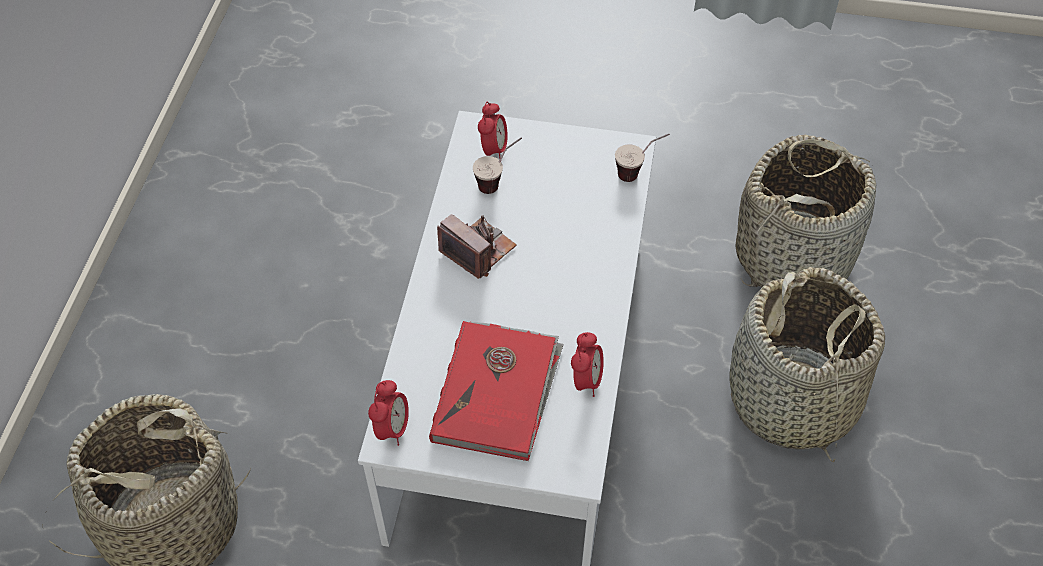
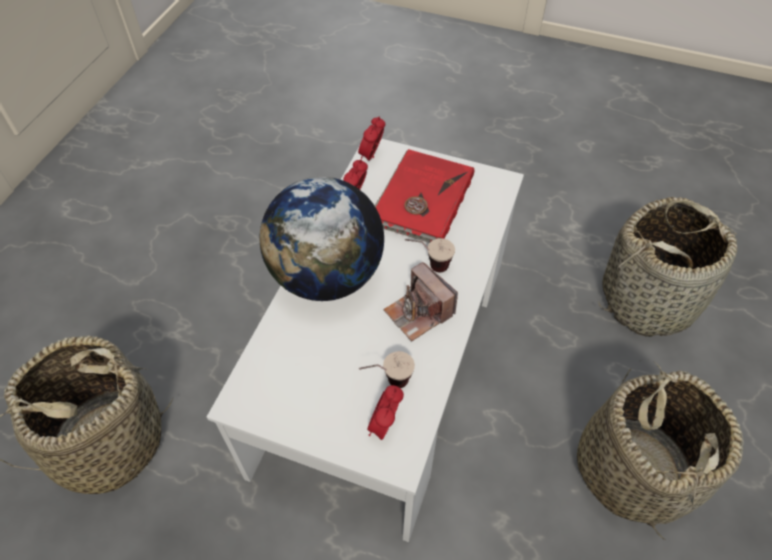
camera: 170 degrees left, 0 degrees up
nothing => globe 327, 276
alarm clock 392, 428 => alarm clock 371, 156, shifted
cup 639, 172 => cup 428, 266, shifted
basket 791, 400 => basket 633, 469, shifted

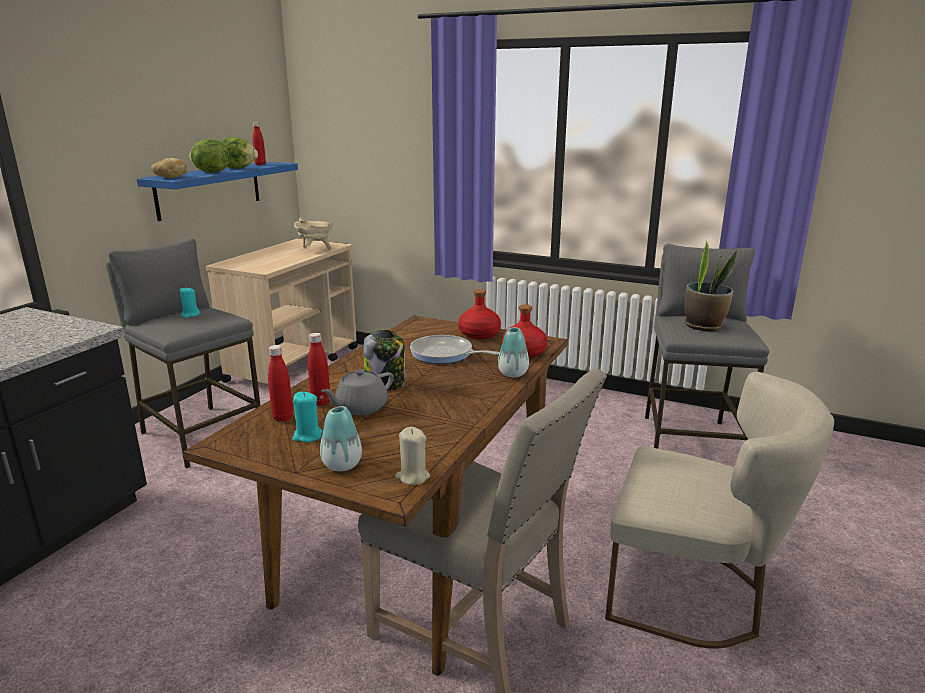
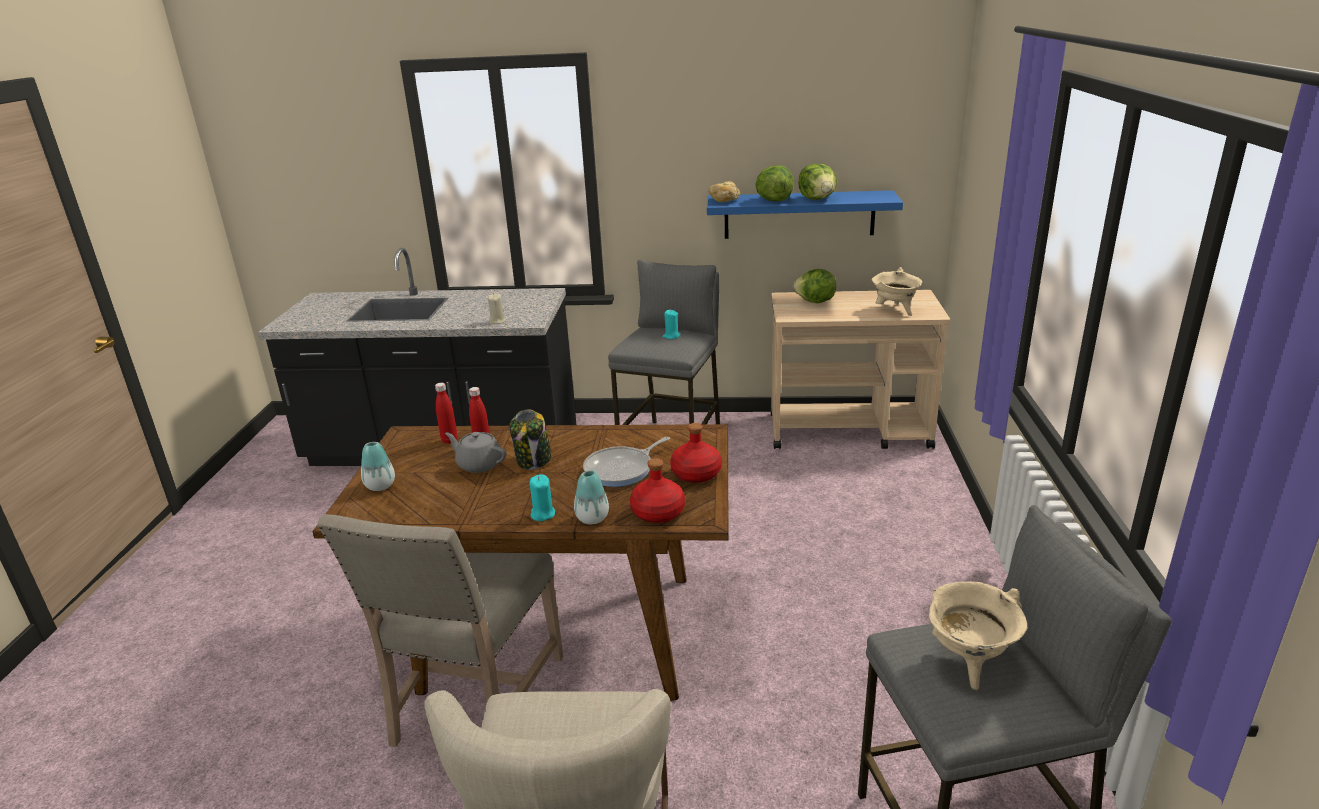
camera: 70 degrees right, 5 degrees up
bottle in red 260, 164 => nothing
nothing => lettuce 815, 302
candle in turquoise 307, 436 => candle in turquoise 542, 514, shifted
candle in beige 412, 477 => candle in beige 497, 321, shifted
potted plant 703, 326 => cooking pot in beige 968, 662
frying pan 444, 354 => frying pan 622, 469, 135 degrees counterclockwise

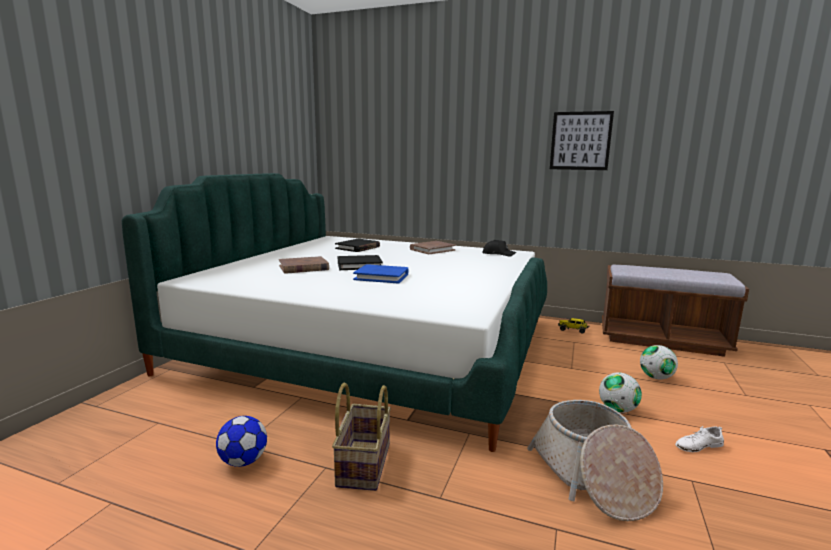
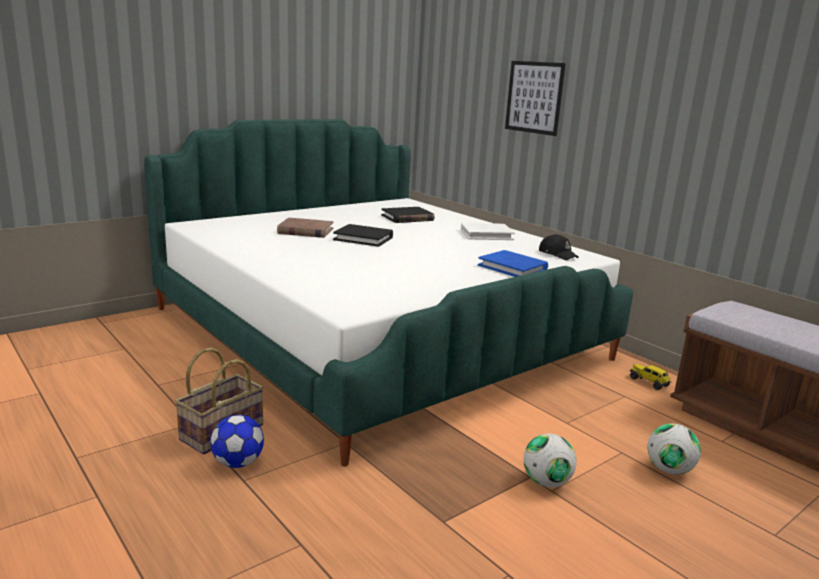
camera: 30 degrees right, 5 degrees up
basket 592, 477 => nothing
shoe in white 698, 446 => nothing
football 243, 461 => football 238, 463, shifted
book in blue 381, 277 => book in blue 513, 267, shifted
picture 580, 141 => picture 534, 97, shifted
book in brown 432, 250 => book in white 486, 234

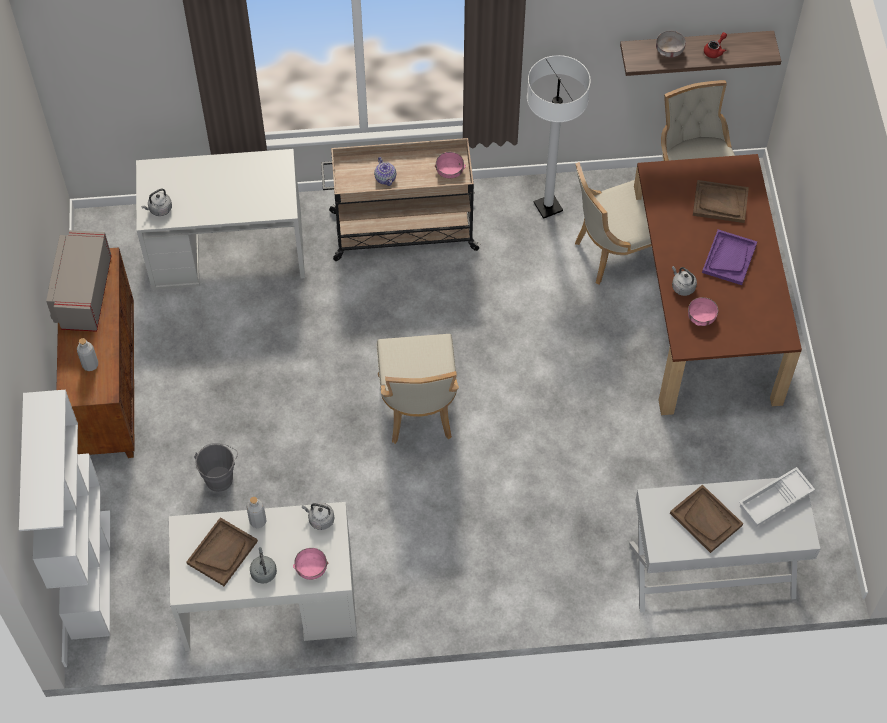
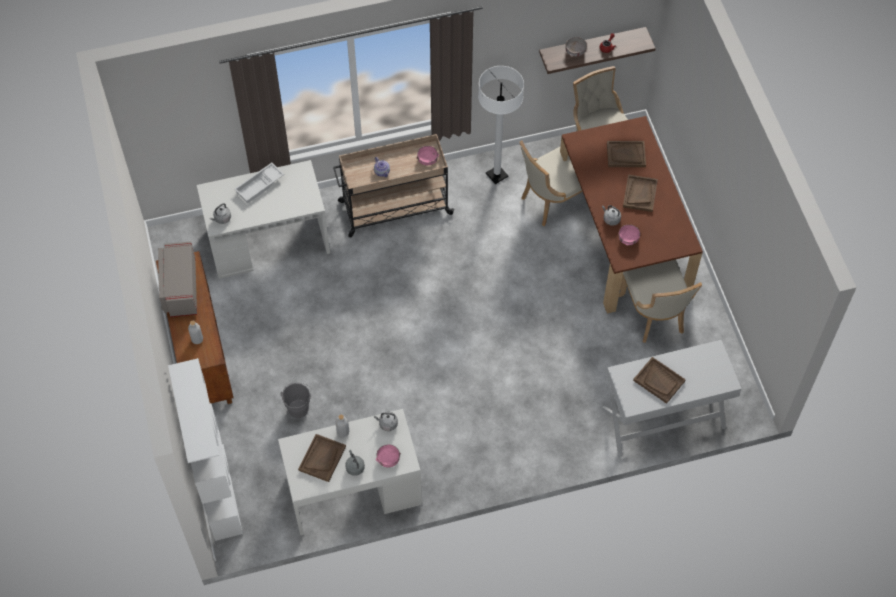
camera: 10 degrees left, 0 degrees up
chair in beige 418, 409 => chair in beige 654, 315, shifted
tray in white 775, 501 => tray in white 260, 186, shifted
tray in purple 729, 258 => tray in brown 640, 194

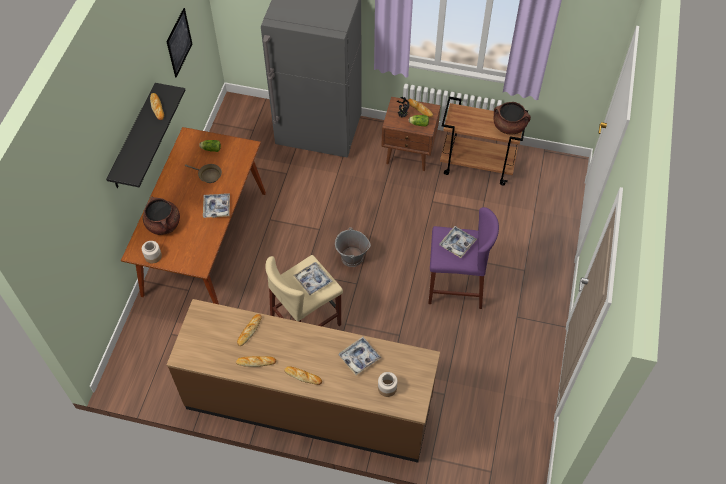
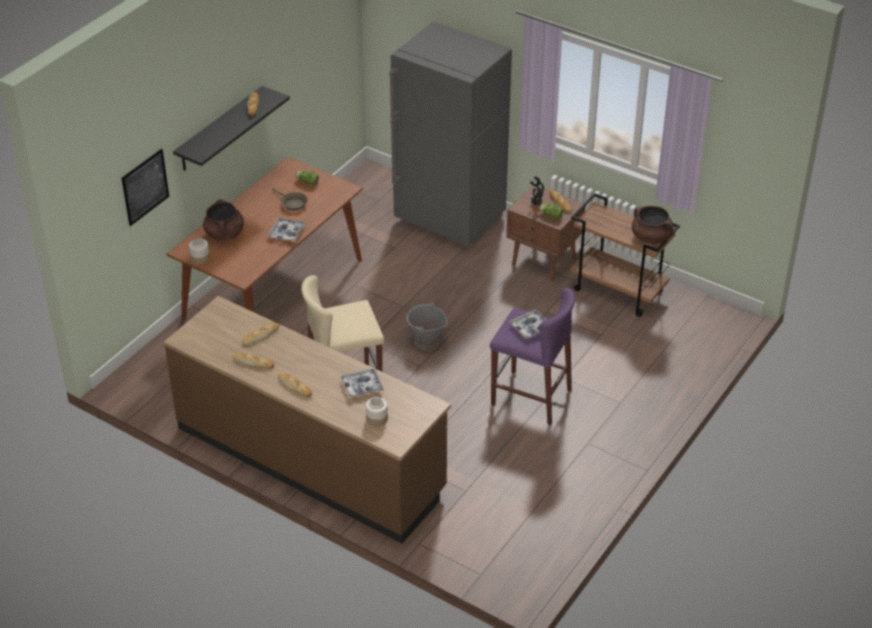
camera: 20 degrees right, 15 degrees down
tray 313, 280 => nothing
picture 179, 42 => picture 145, 187, shifted

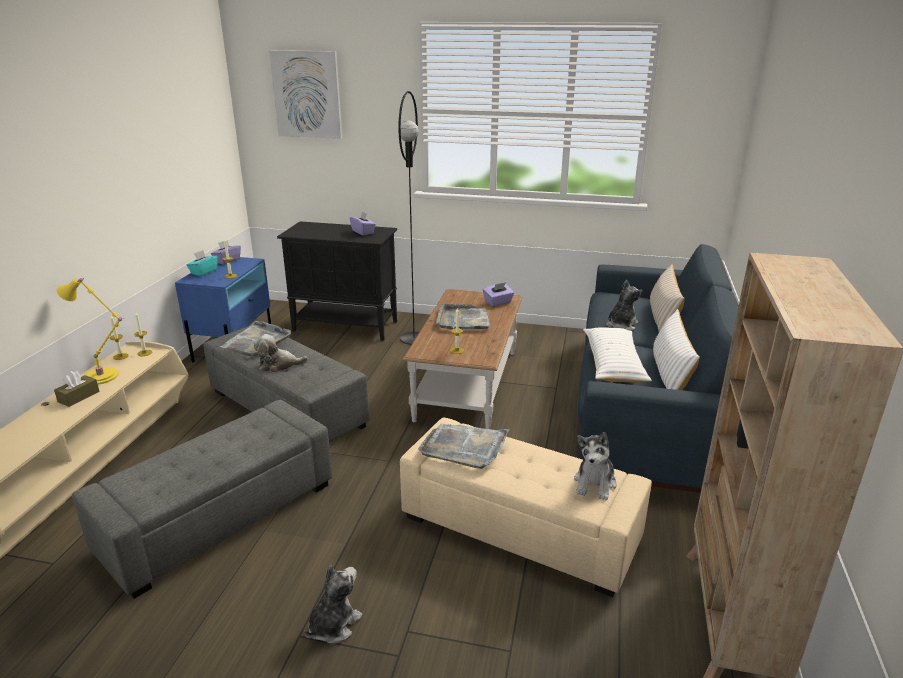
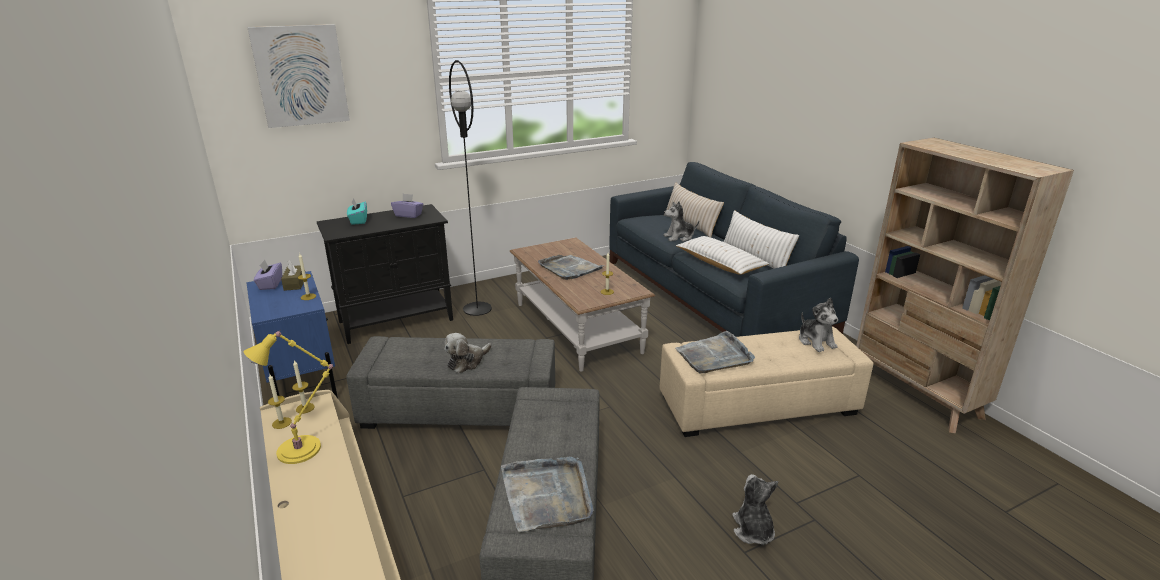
camera: 40 degrees left, 0 degrees up
tissue box in purple 498, 302 => nothing
tissue box in brown 78, 397 => tissue box in brown 295, 283, shifted
tissue box in turquoise 203, 272 => tissue box in turquoise 358, 220, shifted
tray in grey 257, 341 => tray in grey 547, 495, shifted
plush toy 621, 325 => plush toy 679, 237, 105 degrees counterclockwise

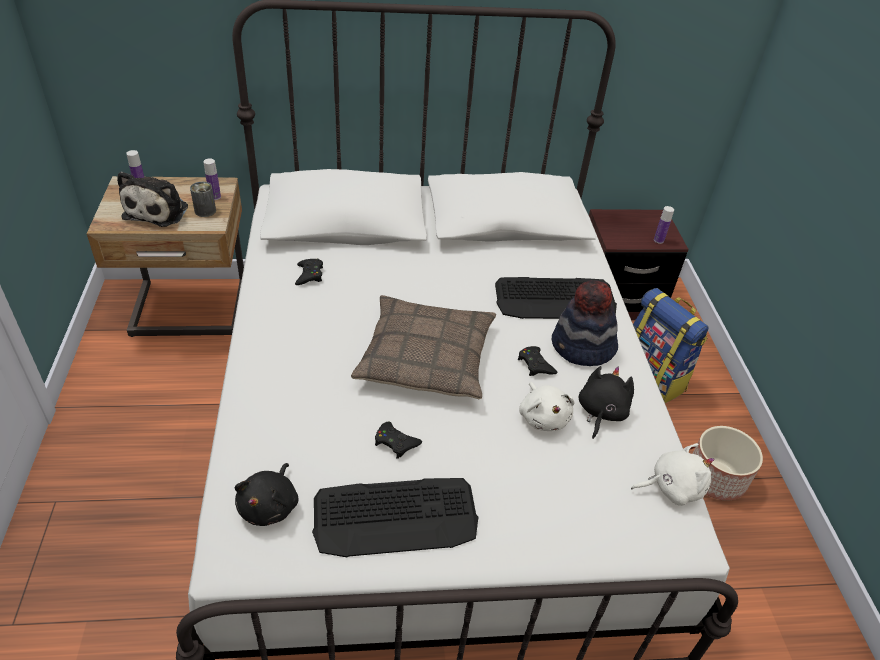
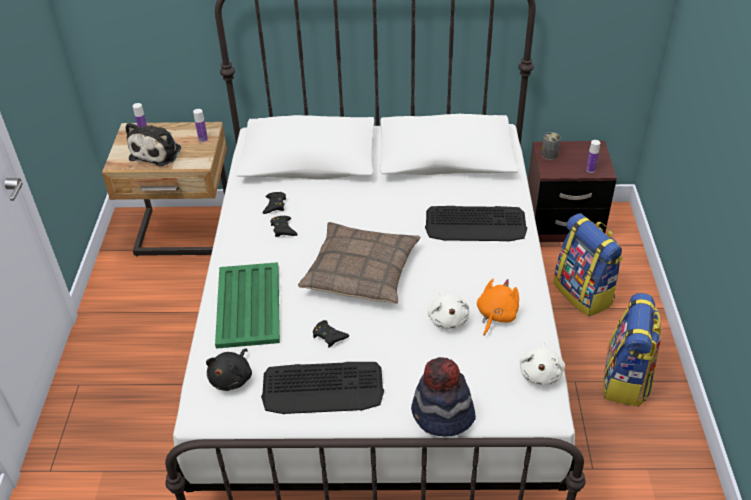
camera: 10 degrees right, 0 degrees up
nothing => tray in green 248, 306
can 205, 211 => can 549, 155, shifted
game controller in black 535, 365 => game controller in black 283, 229, shifted
hat 582, 348 => hat 442, 415, shifted
planter 716, 478 => backpack 626, 380
plush toy in black 601, 412 => plush toy in orange 495, 315
plush toy in white 671, 487 => plush toy in white 541, 373, 105 degrees clockwise

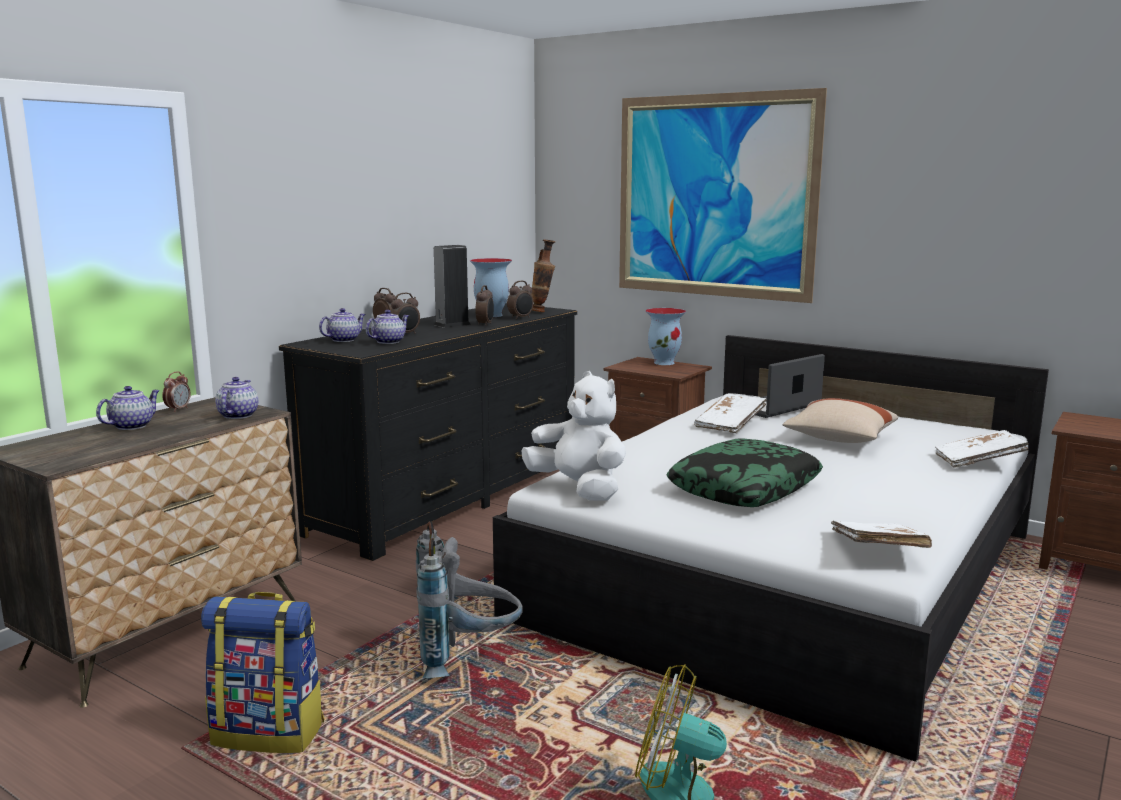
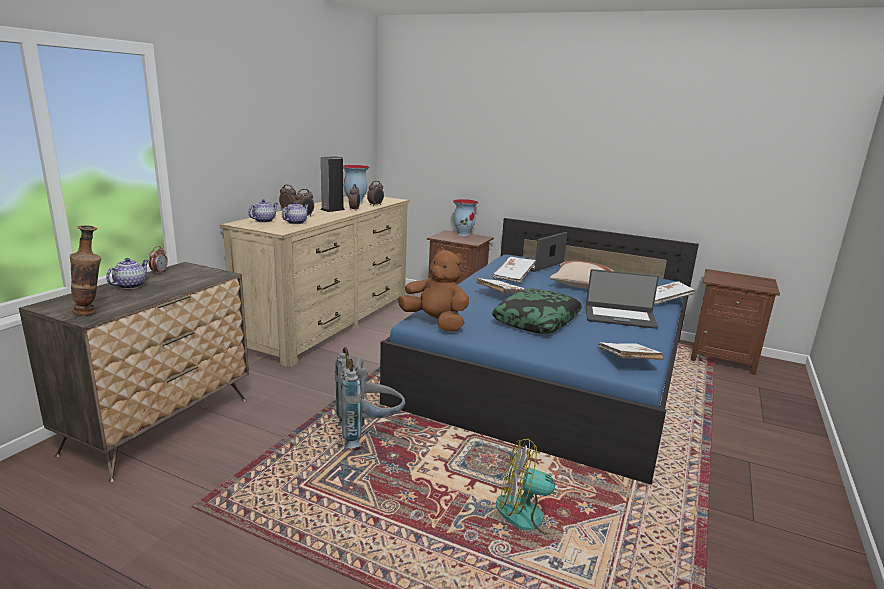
camera: 10 degrees left, 5 degrees up
backpack 270, 733 => nothing
teapot 238, 415 => nothing
picture 714, 196 => nothing
nothing => book in white 499, 294
nothing => laptop 620, 317
vase 542, 312 => vase 91, 313, shifted
dresser in black 450, 497 => dresser in beige 330, 322
bed in white 786, 574 => bed in blue 550, 368
plush toy in white 579, 489 => plush toy in brown 436, 323

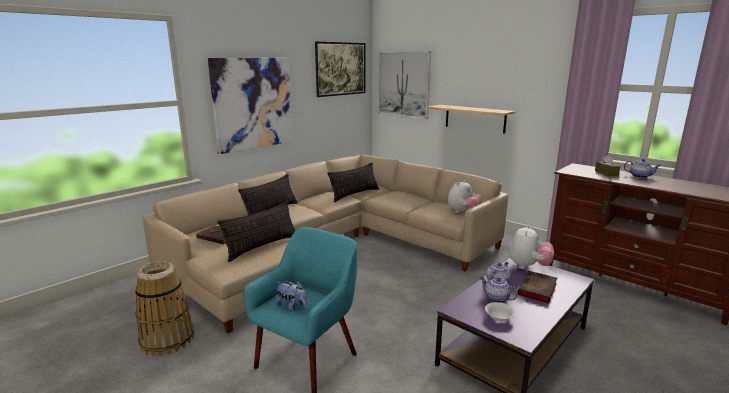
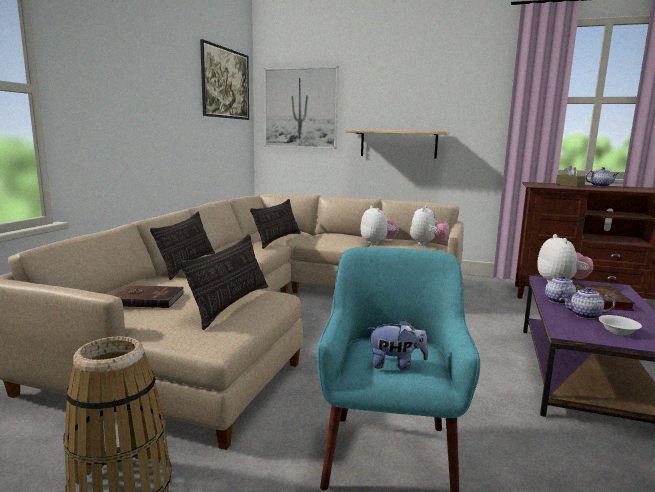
camera: 25 degrees left, 5 degrees down
picture 253, 103 => nothing
nothing => plush toy 378, 243

